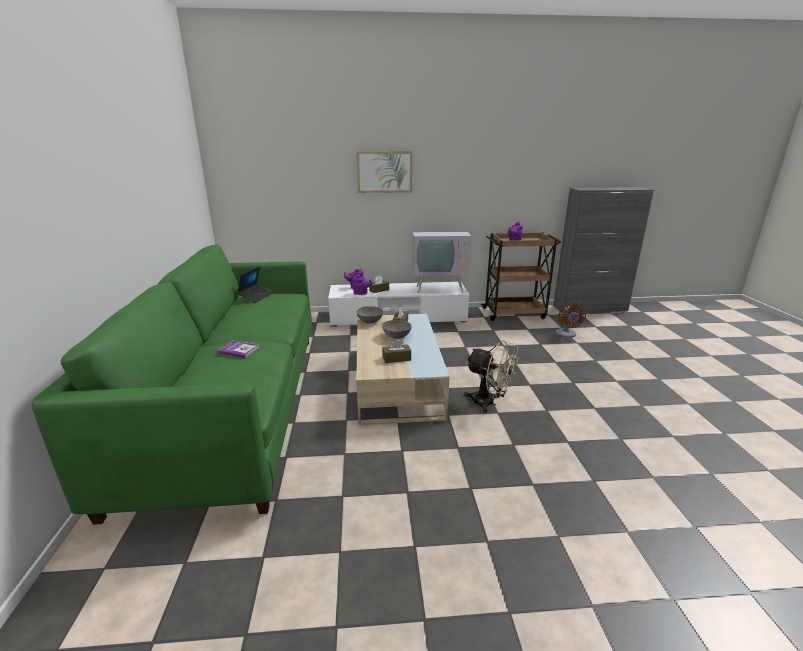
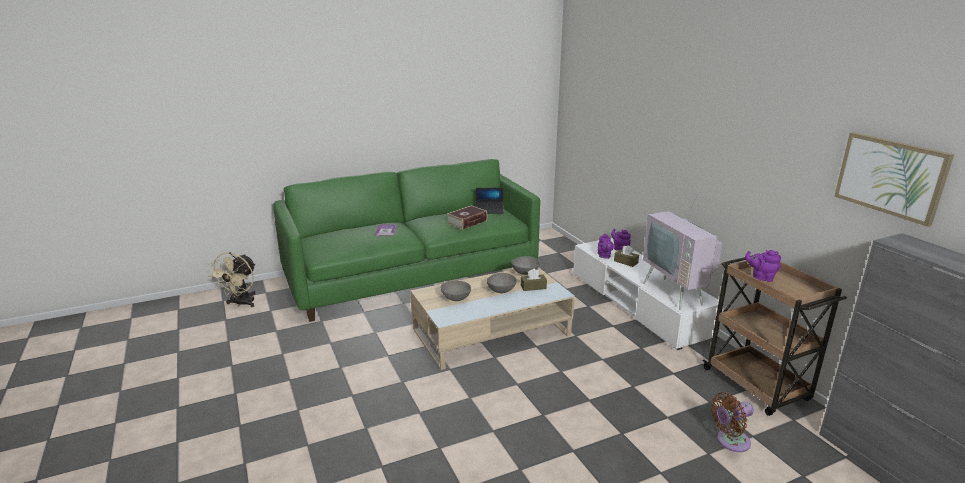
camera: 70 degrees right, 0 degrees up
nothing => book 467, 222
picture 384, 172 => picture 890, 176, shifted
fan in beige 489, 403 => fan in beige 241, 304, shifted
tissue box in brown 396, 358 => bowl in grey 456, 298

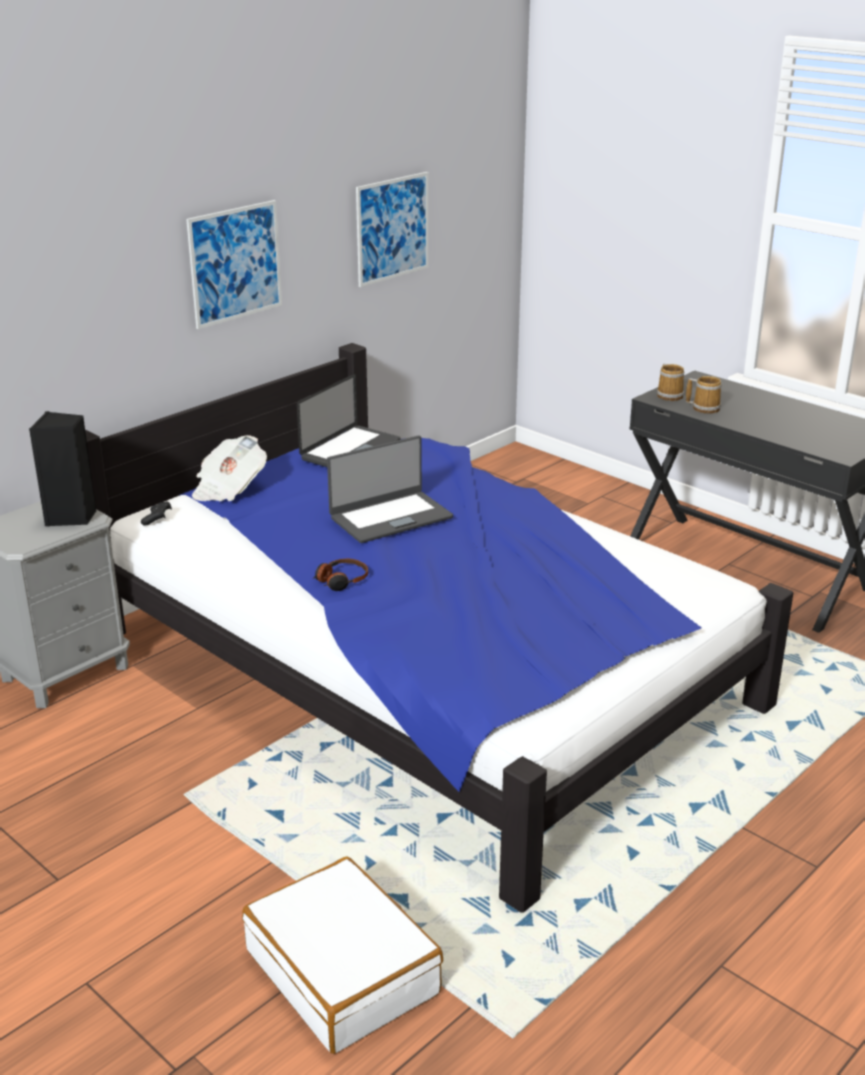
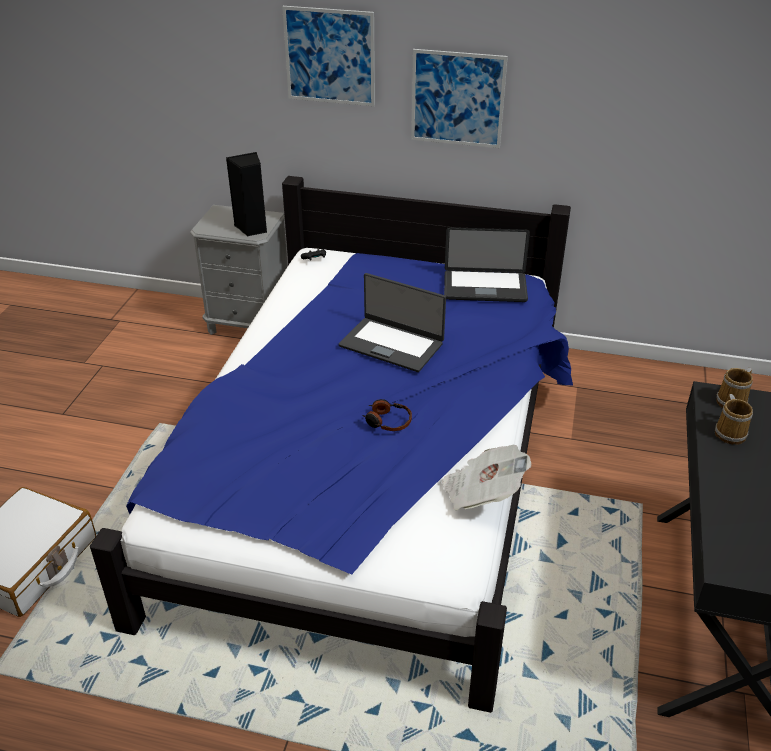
camera: 60 degrees right, 10 degrees up
newspaper 228, 489 => newspaper 482, 492, shifted
headphones 341, 581 => headphones 387, 421, shifted
picture 392, 228 => picture 329, 56, shifted

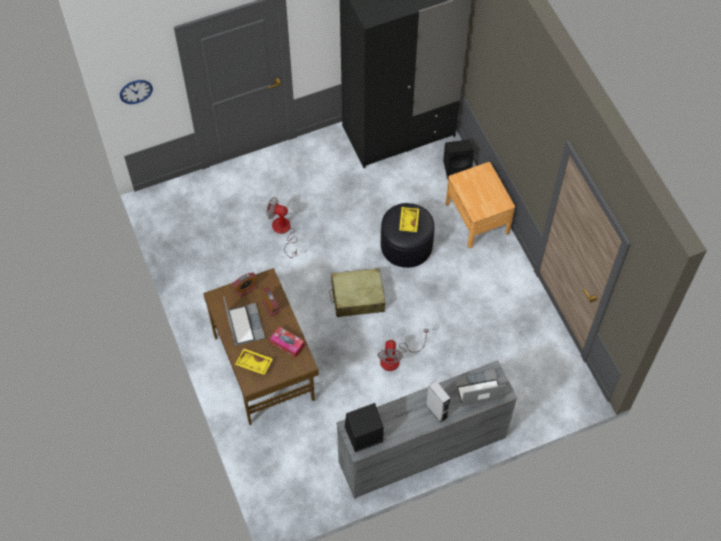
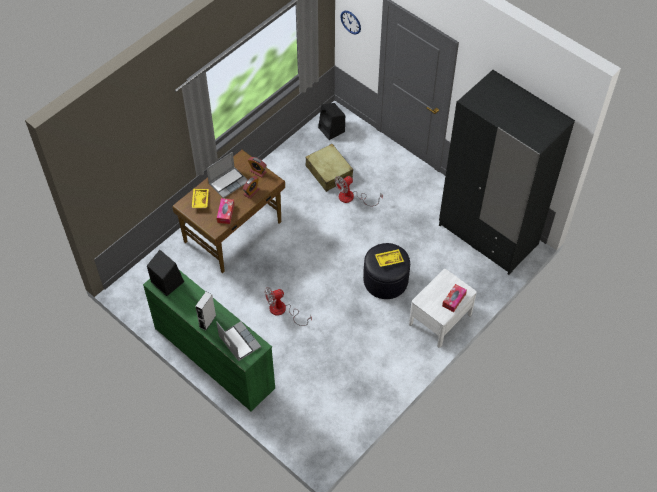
camera: 65 degrees right, 5 degrees down
nothing => tissue box 454, 300
suitcase in beige 357, 297 => suitcase in beige 329, 172, shifted
speaker in black 458, 168 => speaker in black 332, 130, shifted
dresser in grey 421, 449 => dresser in green 214, 357
nightstand in brown 477, 218 => nightstand in white 440, 319
fan 283, 231 => fan 352, 198, 120 degrees counterclockwise

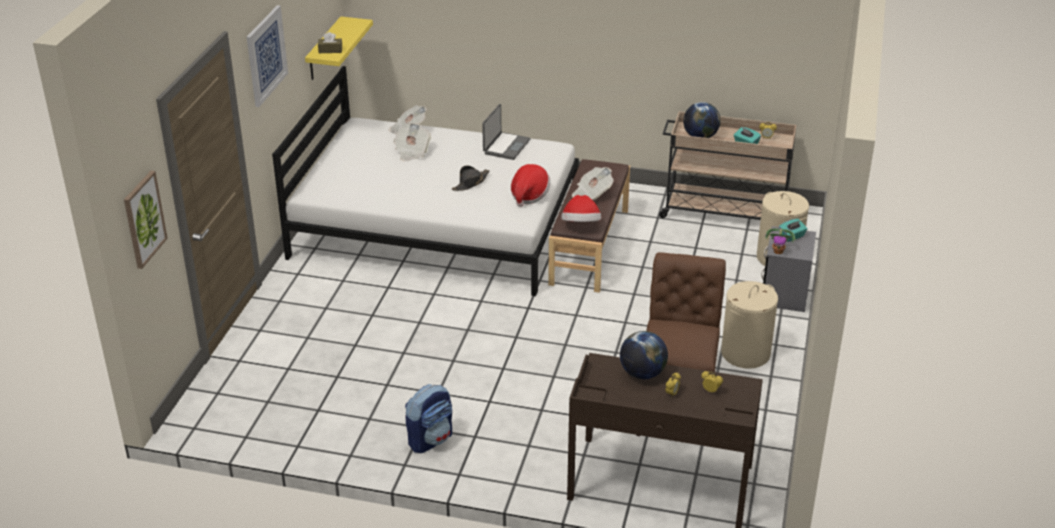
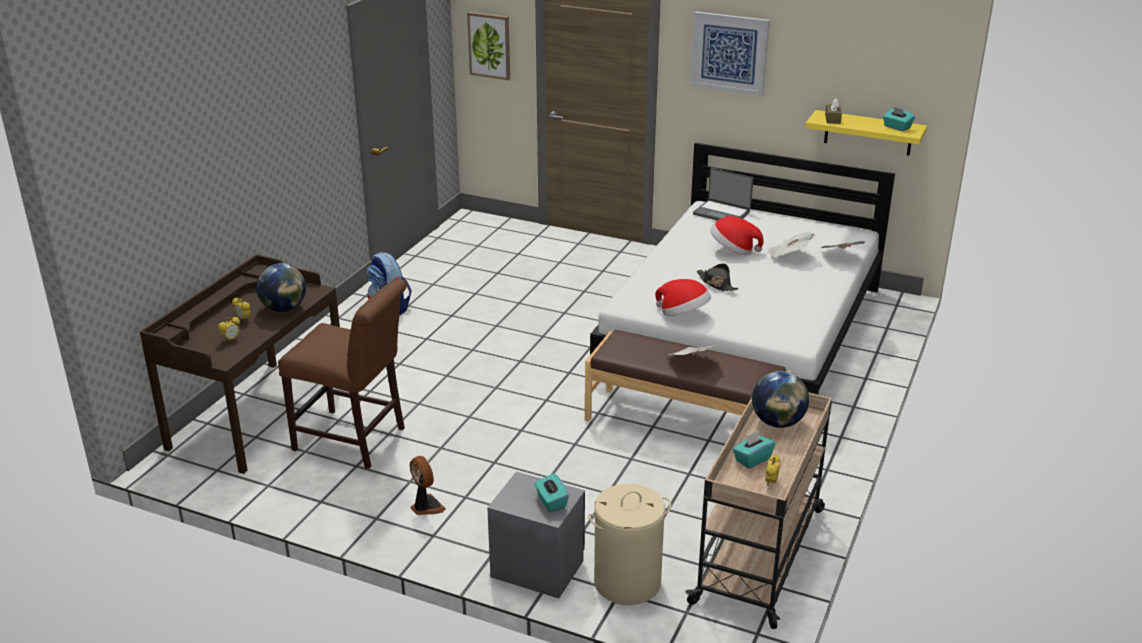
camera: 100 degrees right, 5 degrees down
potted plant 778, 251 => nothing
nothing => tissue box in turquoise 897, 127
laptop 506, 146 => laptop 722, 213, shifted
hat 581, 225 => hat 733, 250, shifted
laundry basket in beige 745, 354 => fan 426, 507

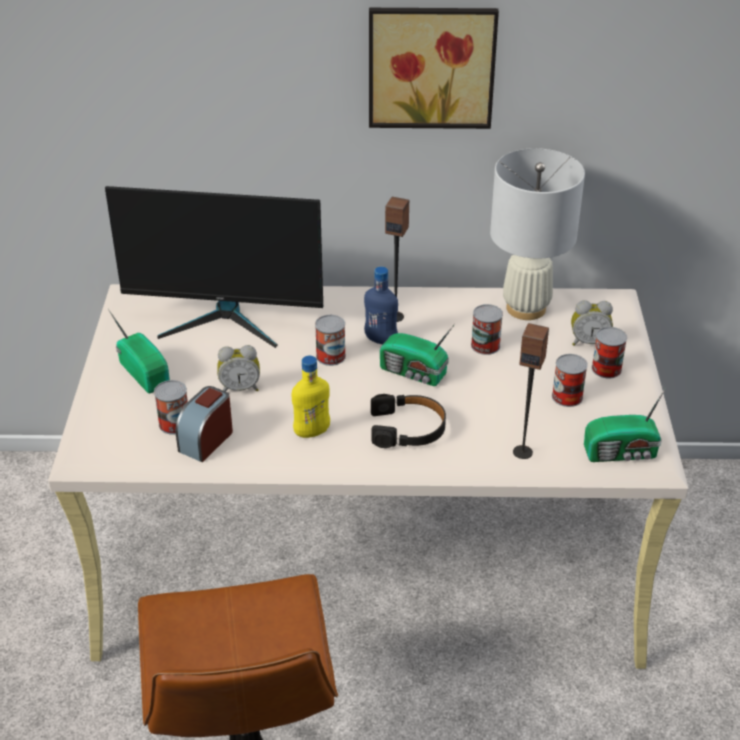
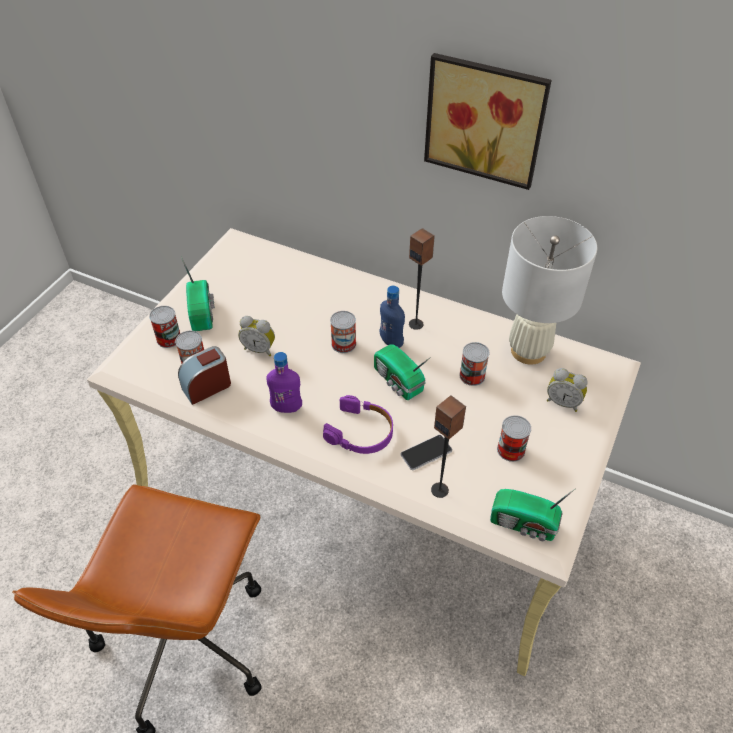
camera: 25 degrees right, 10 degrees up
monitor 225, 320 => nothing
nothing => phone 426, 453
can 606, 369 => can 169, 338, shifted
bottle in yellow 312, 432 => bottle in purple 286, 407
headphones in black 408, 429 => headphones in purple 361, 432

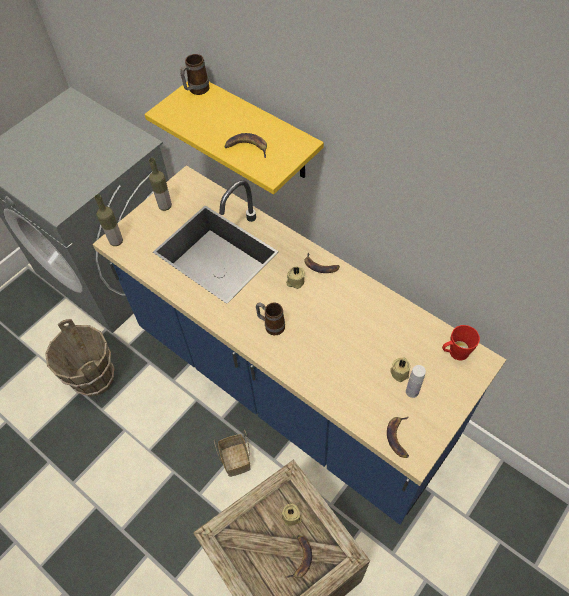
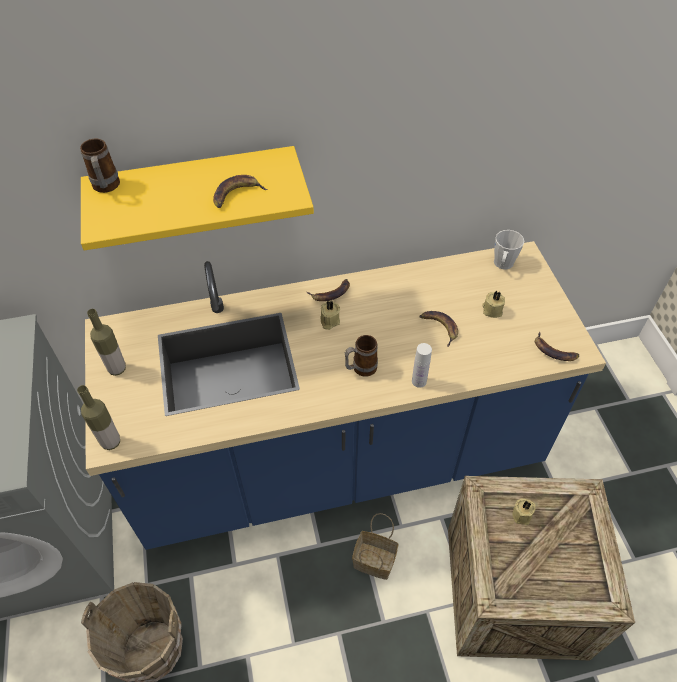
camera: 55 degrees left, 5 degrees down
banana 300, 557 => banana 439, 327, shifted
bottle in white 412, 391 => bottle in white 419, 381, shifted
mug in red 455, 353 => mug in grey 502, 265

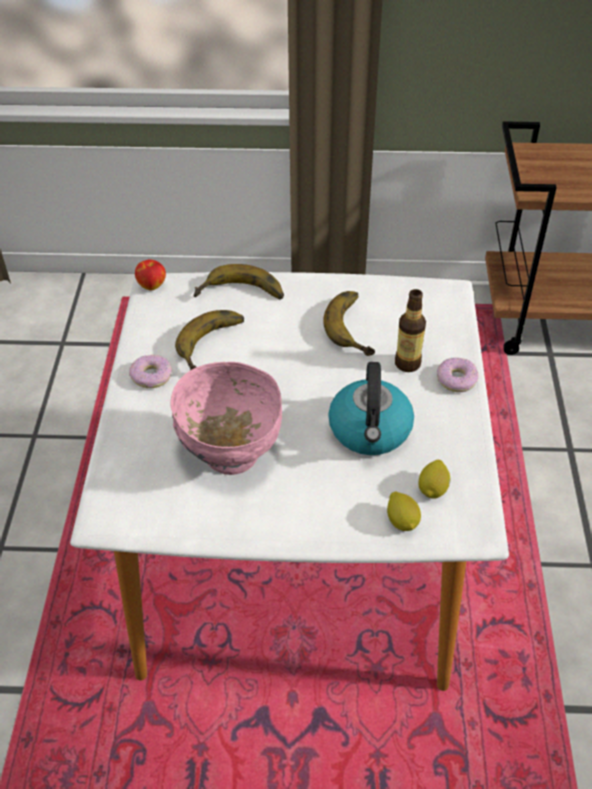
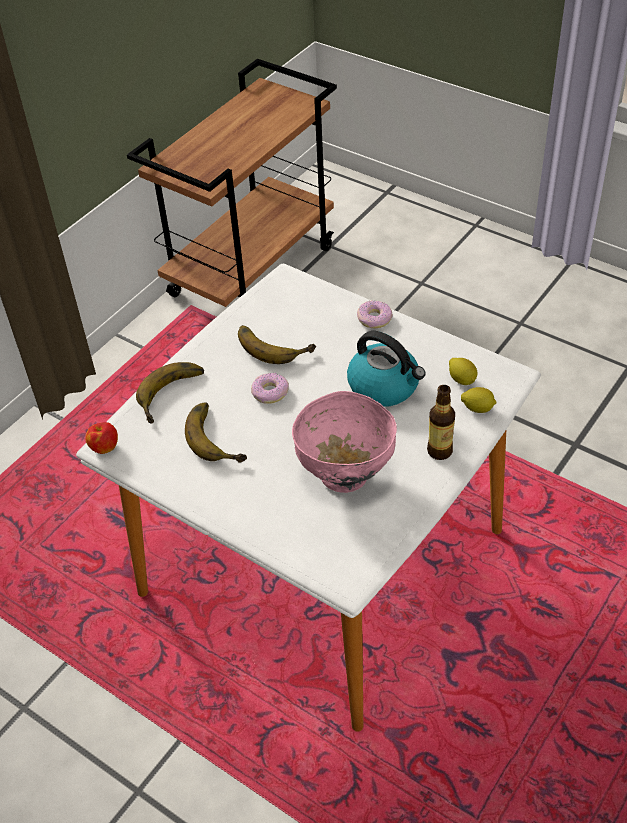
camera: 55 degrees left, 0 degrees up
donut 151, 376 => donut 270, 392, shifted
bottle 407, 363 => bottle 440, 451, shifted

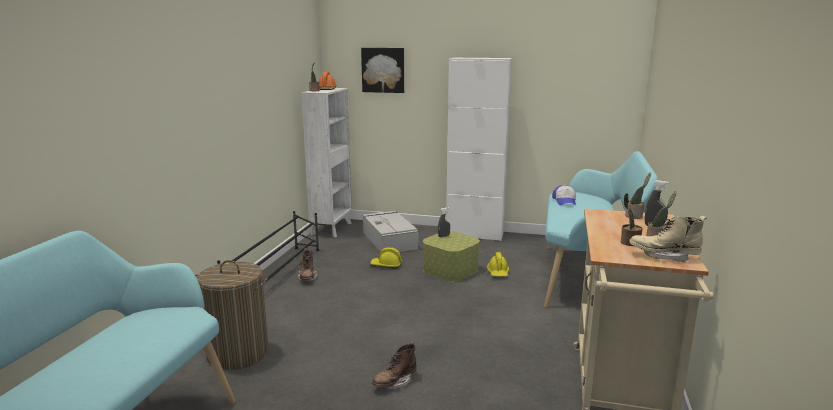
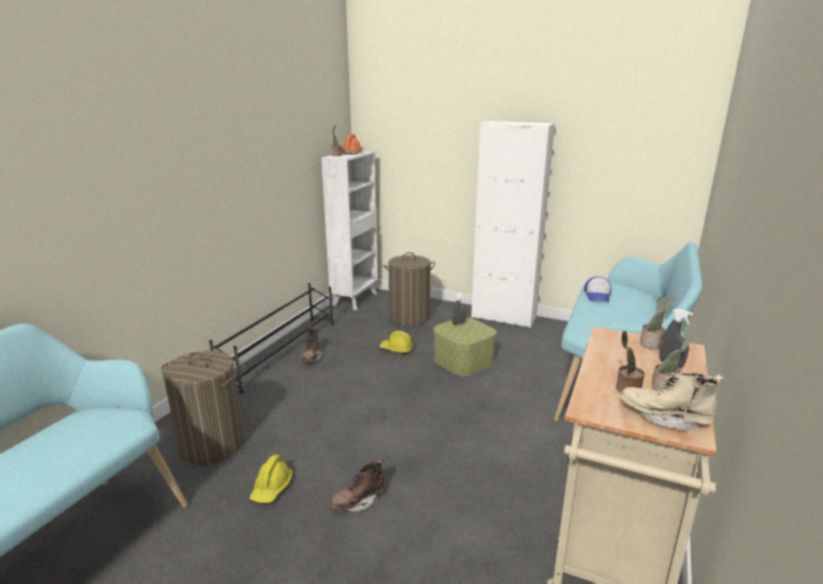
camera: 10 degrees right, 5 degrees up
picture 383, 70 => nothing
hard hat in yellow 498, 273 => hard hat in yellow 272, 488, shifted
storage box in grey 389, 240 => laundry basket 409, 317

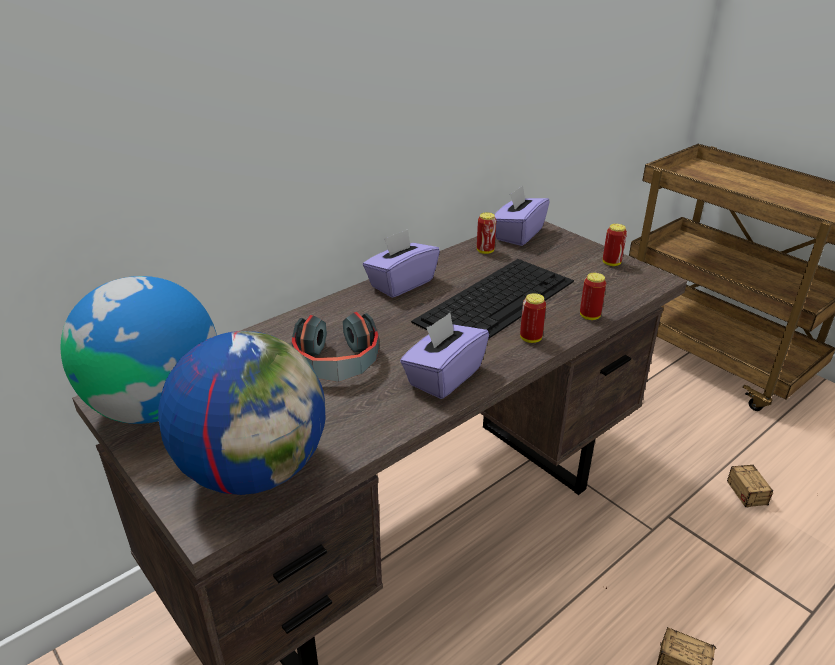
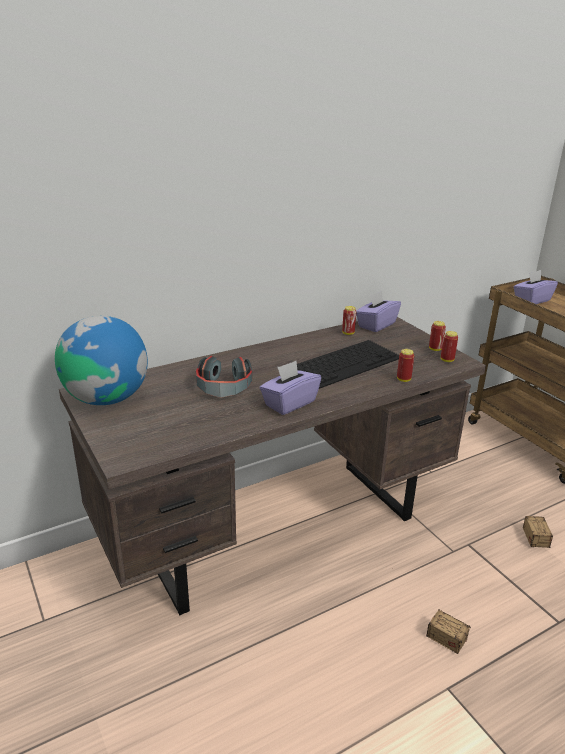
camera: 10 degrees right, 5 degrees down
globe 254, 470 => nothing
tissue box in purple 401, 283 => tissue box in purple 531, 300, shifted
can 530, 338 => can 447, 360, shifted

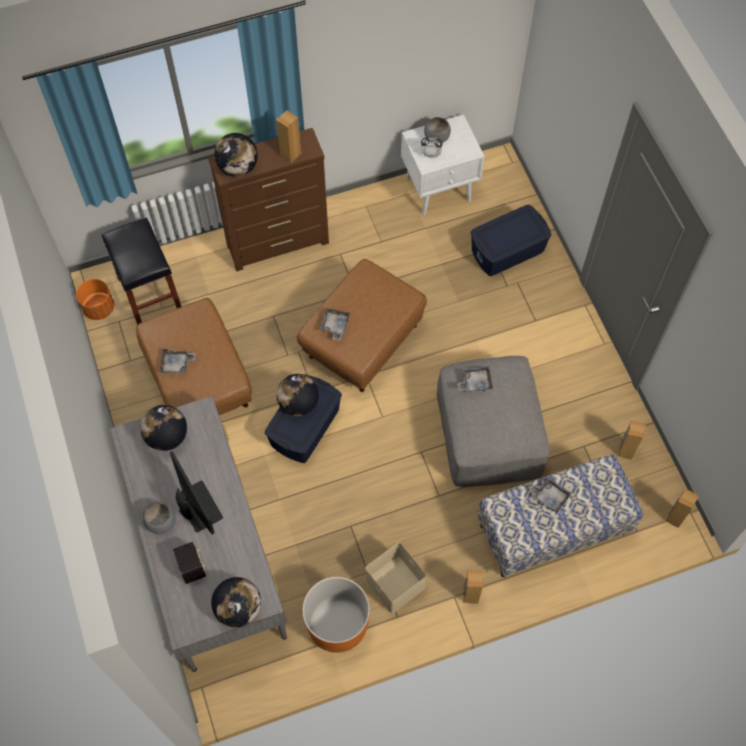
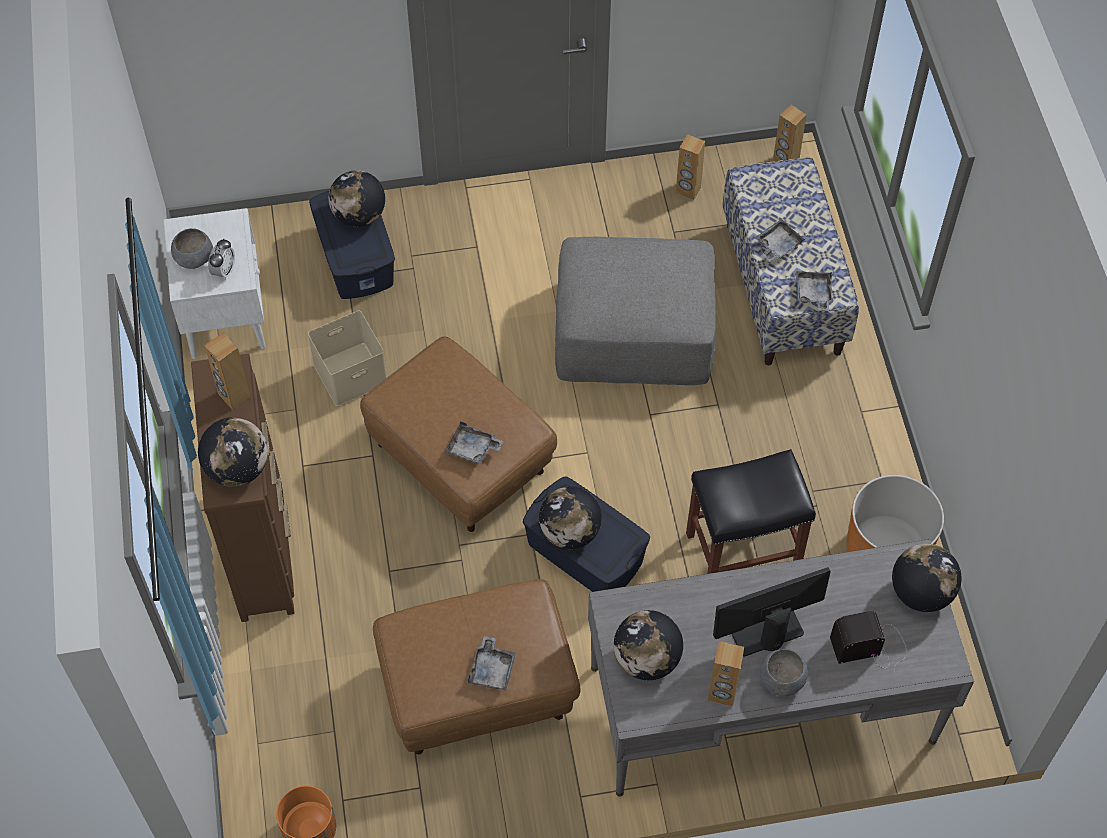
camera: 80 degrees left, 5 degrees down
nothing => globe 359, 216
stool in black 150, 294 => stool in black 743, 552, shifted
storage box in beige 396, 584 => storage box in beige 351, 372, shifted
tray in grey 475, 382 => tray in grey 813, 294, shifted
speaker in brown 470, 595 => speaker in brown 722, 693, shifted

